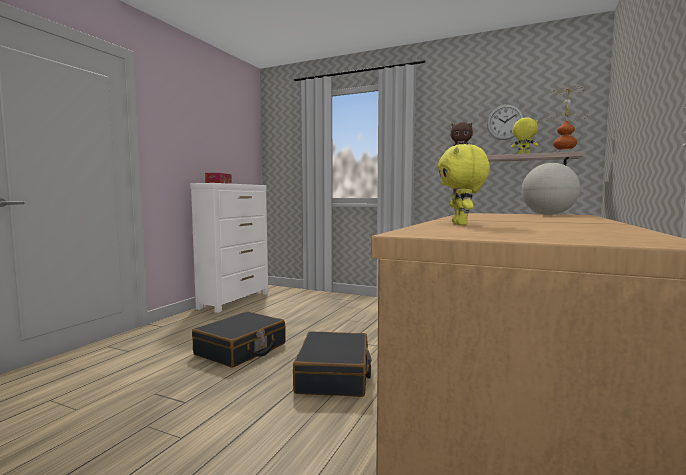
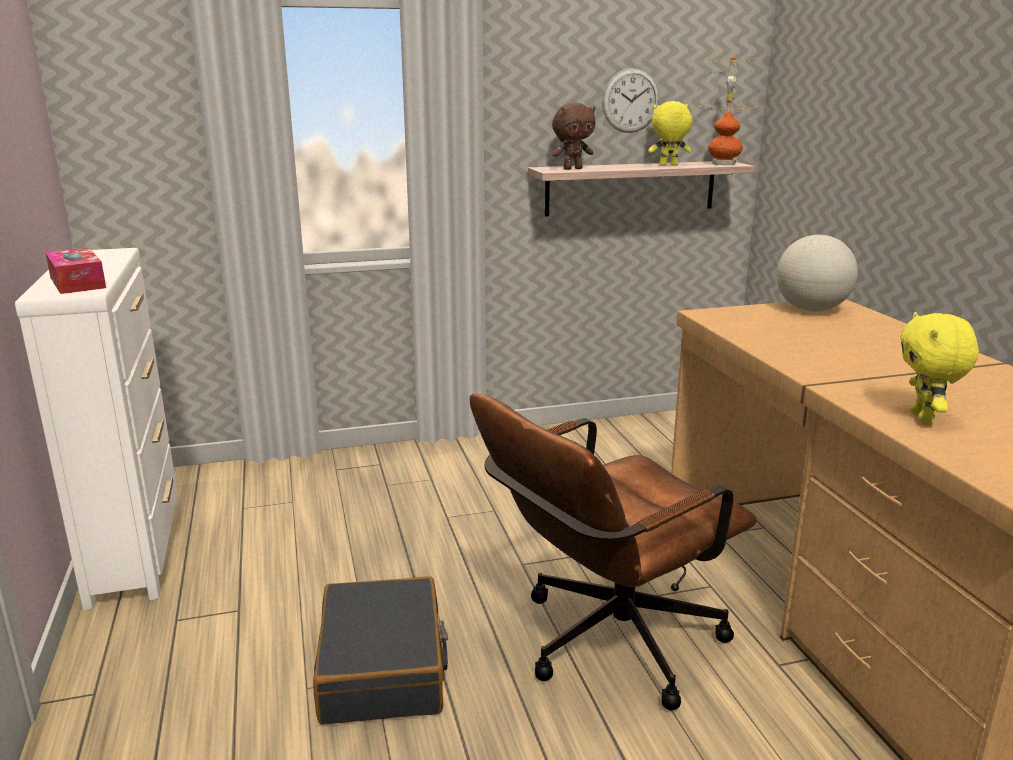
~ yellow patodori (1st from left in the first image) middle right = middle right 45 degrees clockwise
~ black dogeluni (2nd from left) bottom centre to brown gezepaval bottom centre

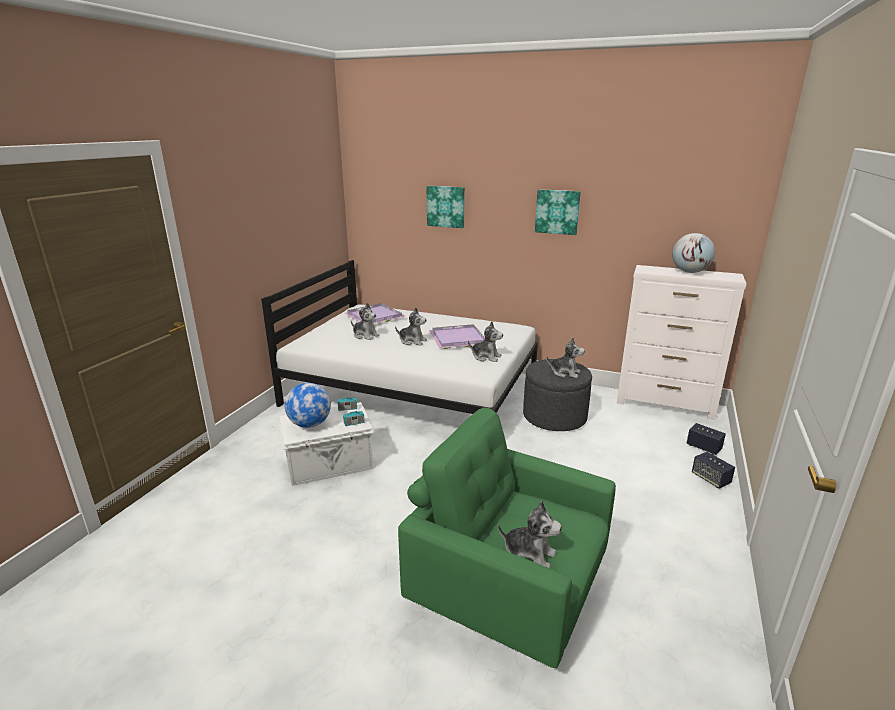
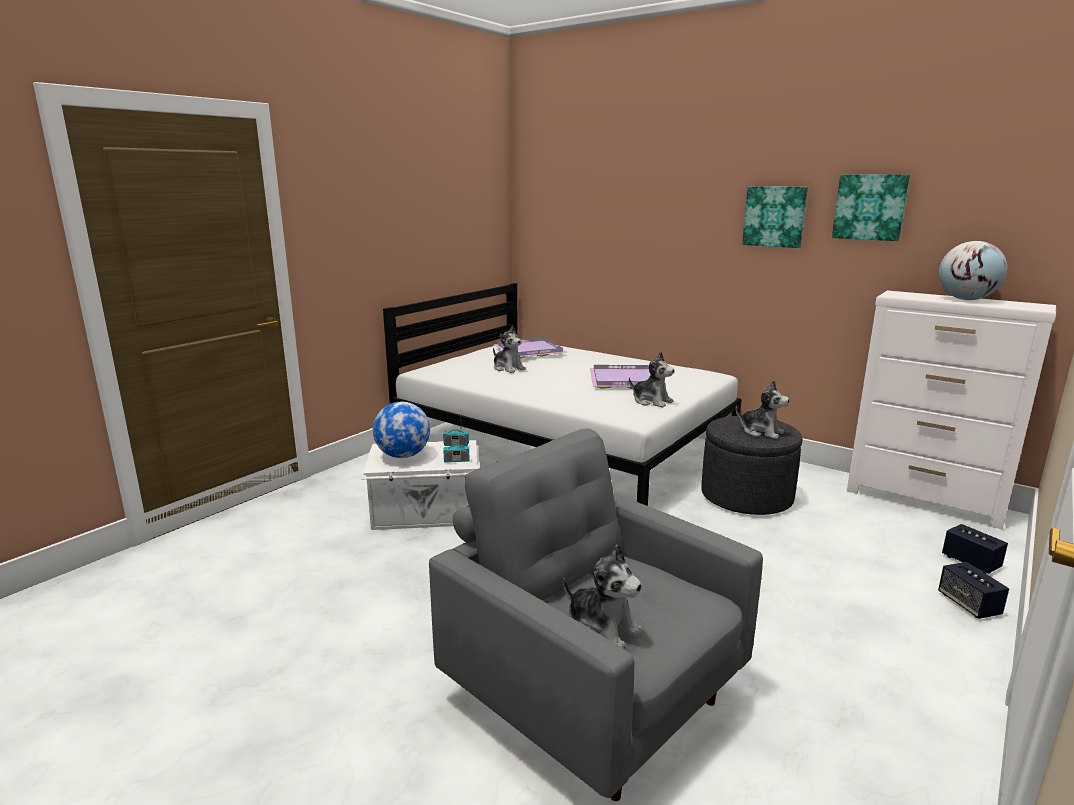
~ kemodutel (1st from left in the first image) top centre to kemodutel (2nd from left) top right
- patodori (2nd from left) centre
~ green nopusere bottom centre to grey nopusere bottom centre

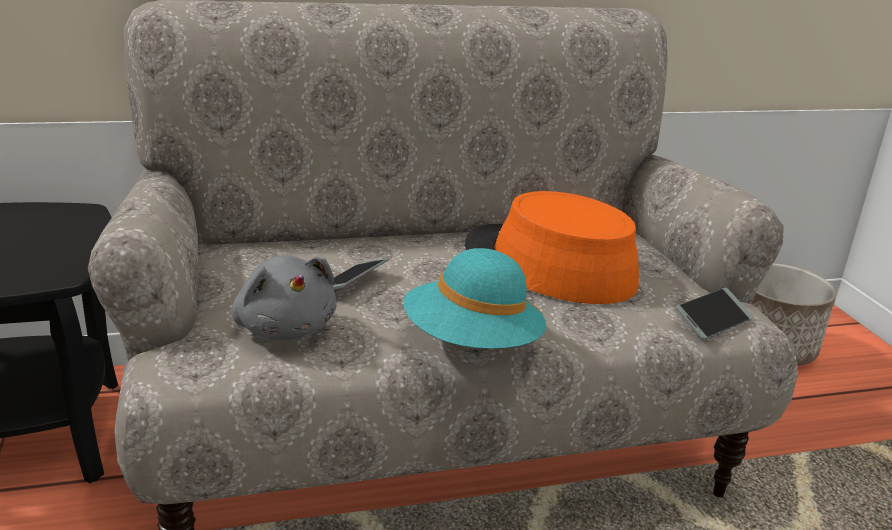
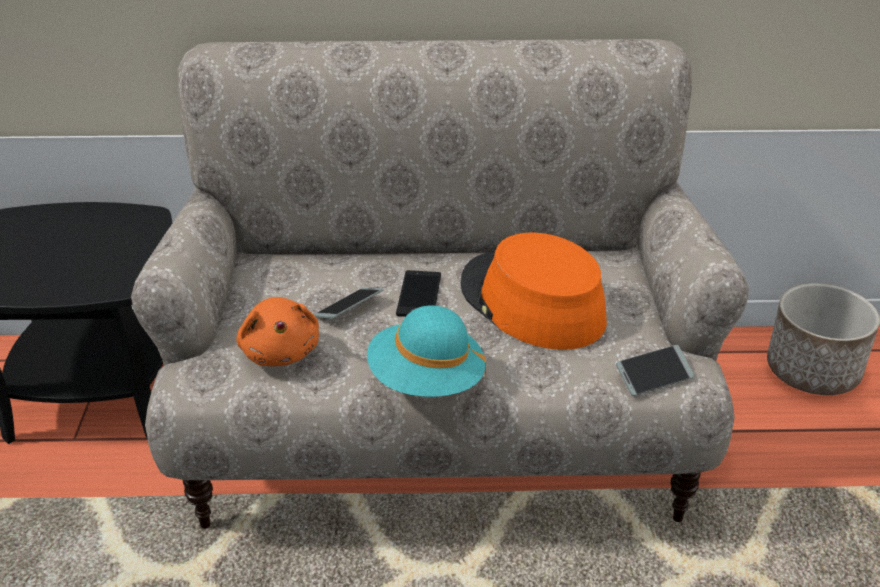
~ grey patodori middle left to orange patodori middle left
+ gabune (2nd from left) centre

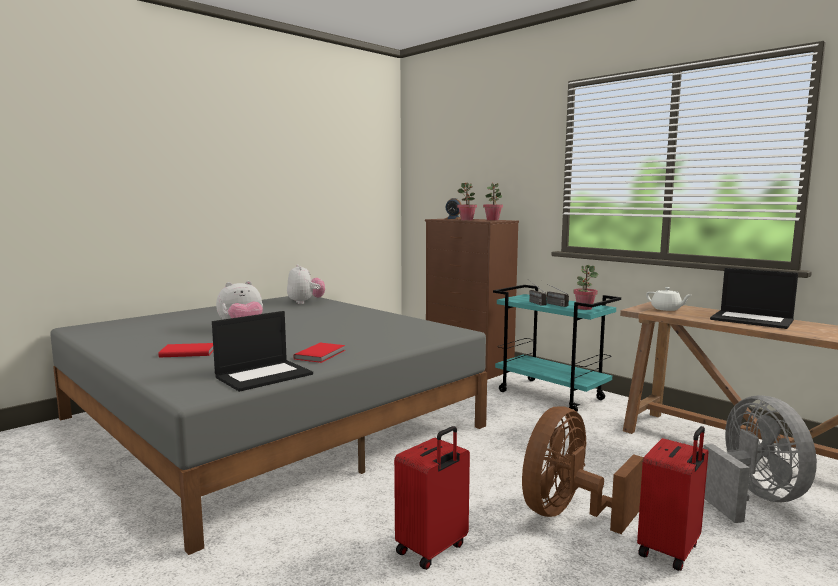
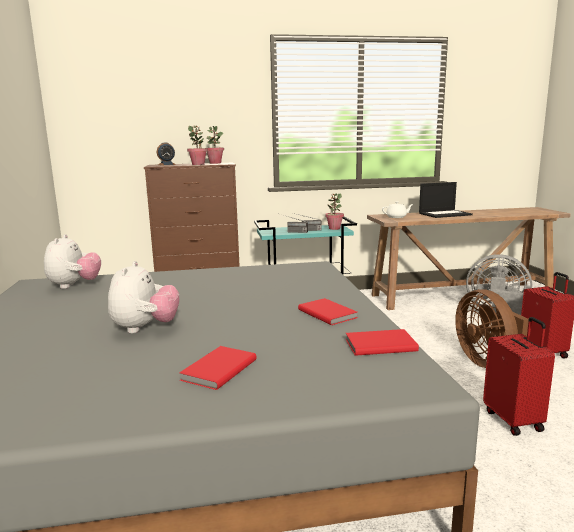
~ patodori (2nd from left in the first image) centre = middle left 75 degrees clockwise
~ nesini (1st from left) middle left to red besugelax (3rd from left) centre

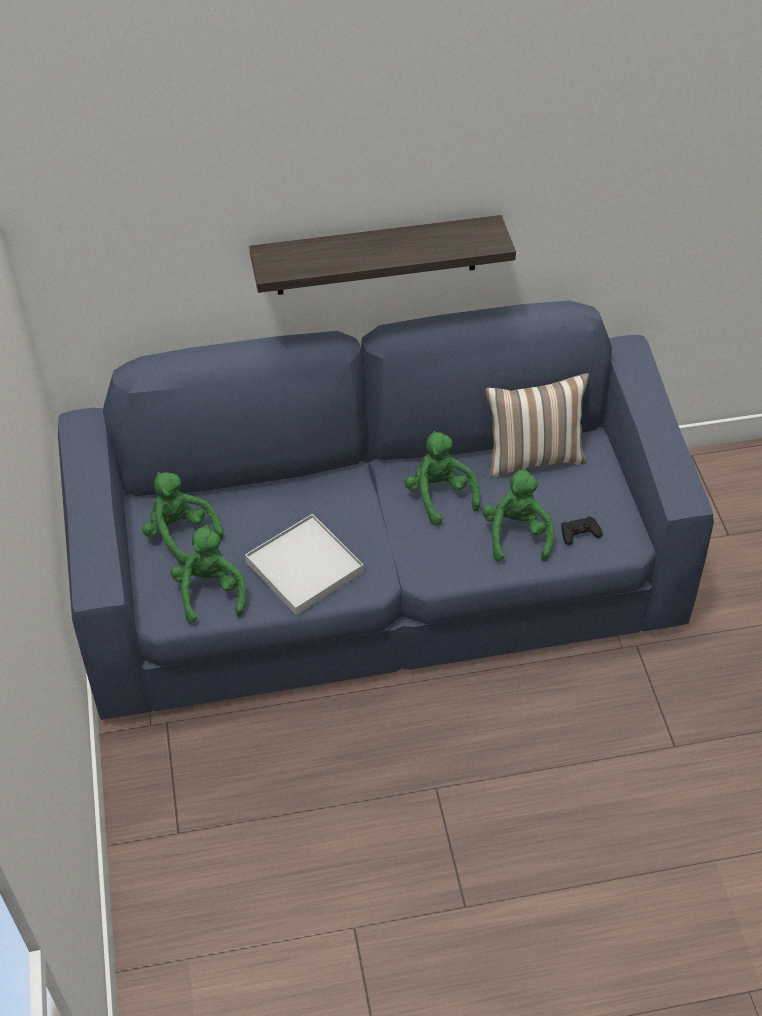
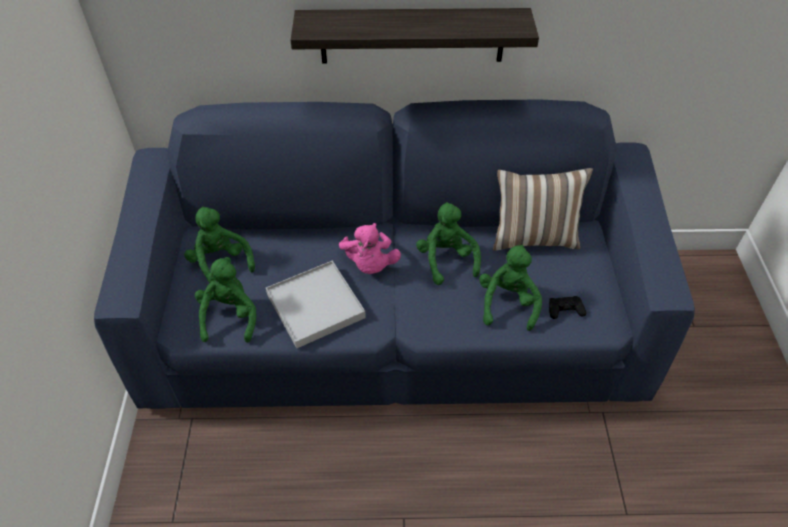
+ pink patodori centre

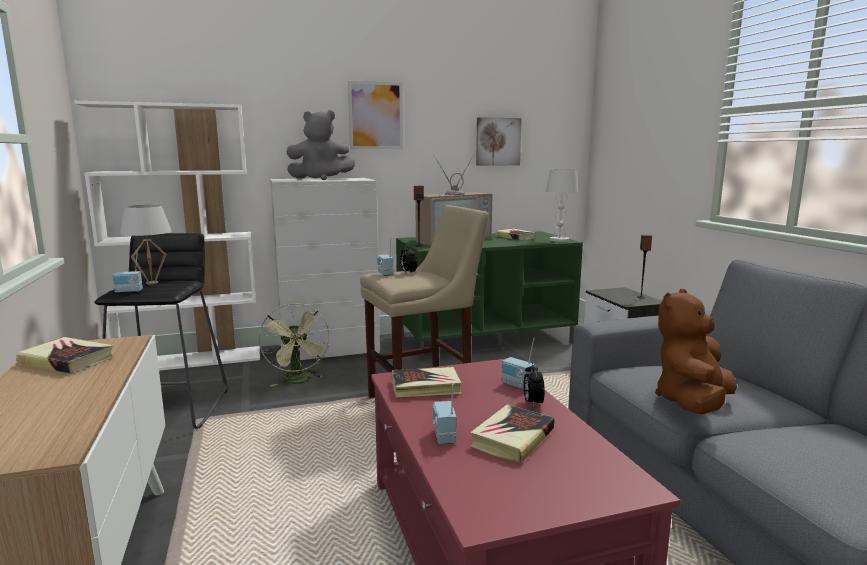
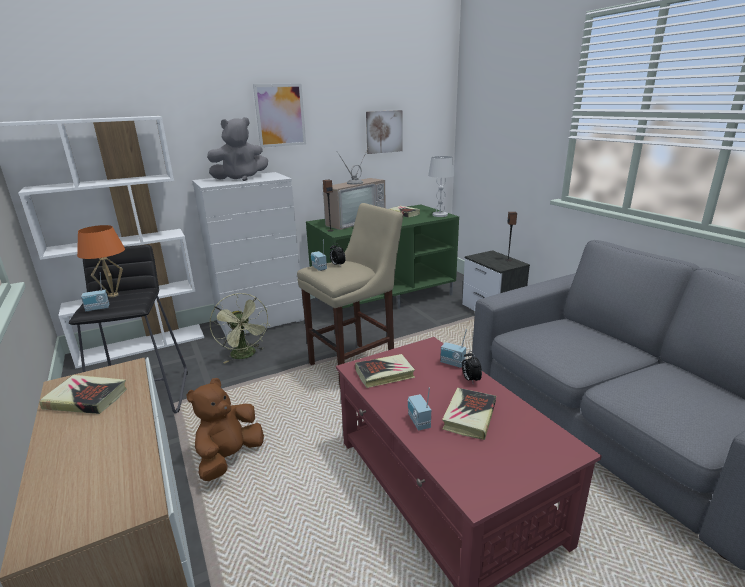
~ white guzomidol (1st from left) middle left to orange guzomidol middle left
~ brown patodori middle right to bottom left

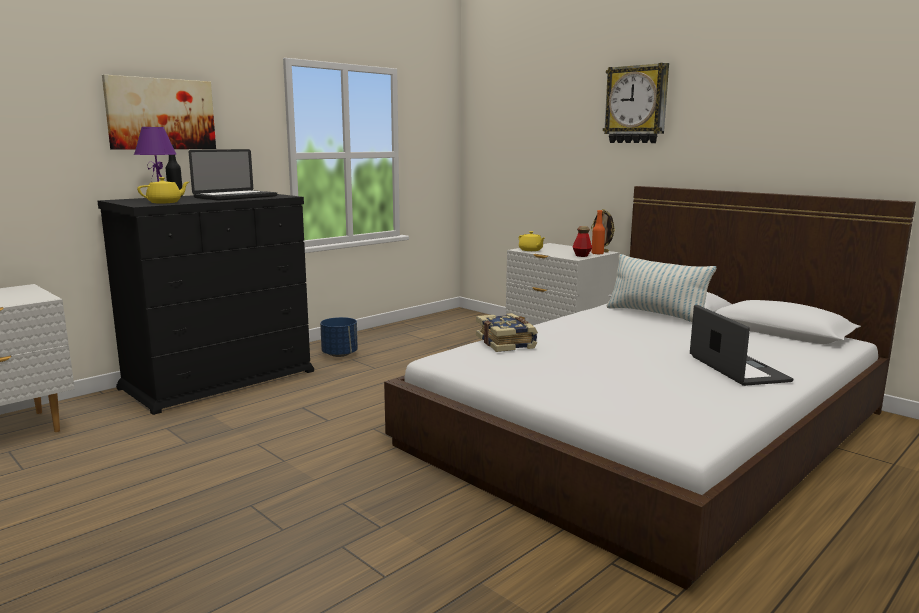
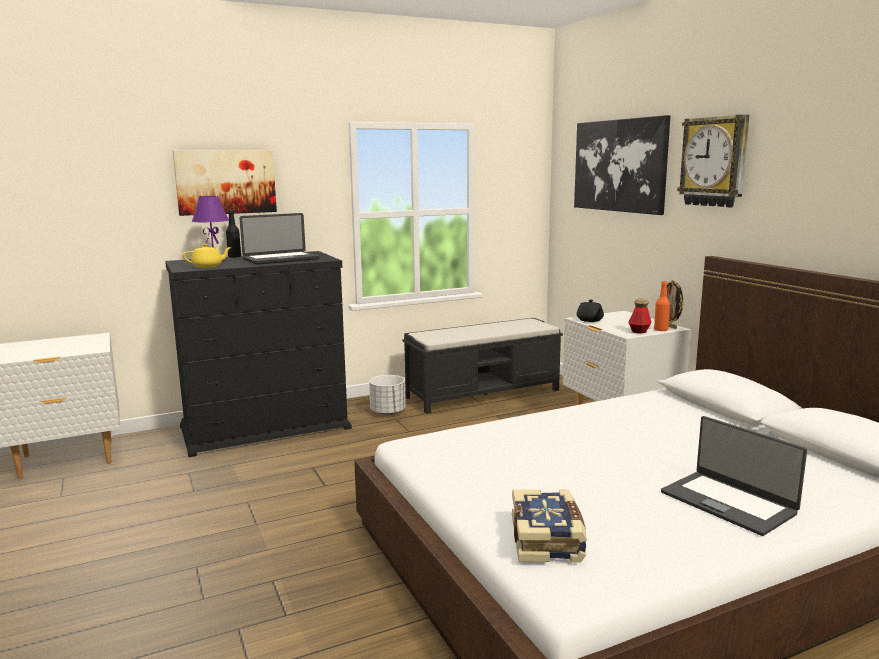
~ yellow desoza (2nd from left) centre to black desoza middle right
- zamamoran middle right
~ nesini (2nd from left) middle right = bottom right 135 degrees clockwise
~ besugelax centre to bottom centre
~ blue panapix centre to white panapix centre
+ kemodutel (2nd from left) top right
+ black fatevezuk centre

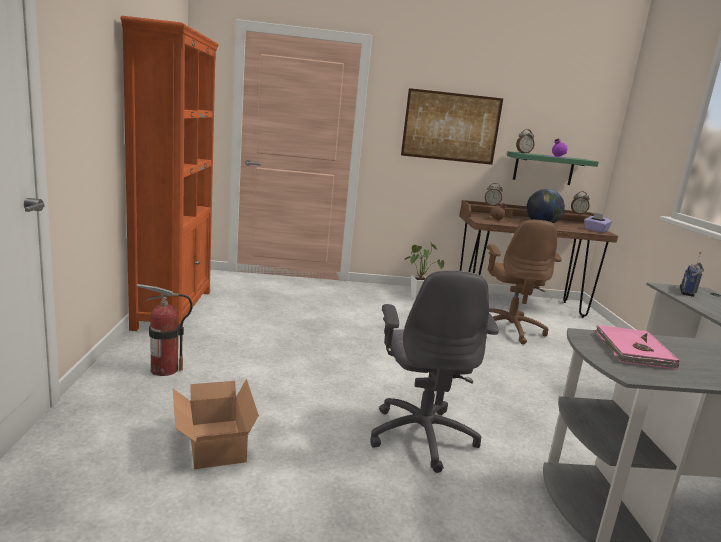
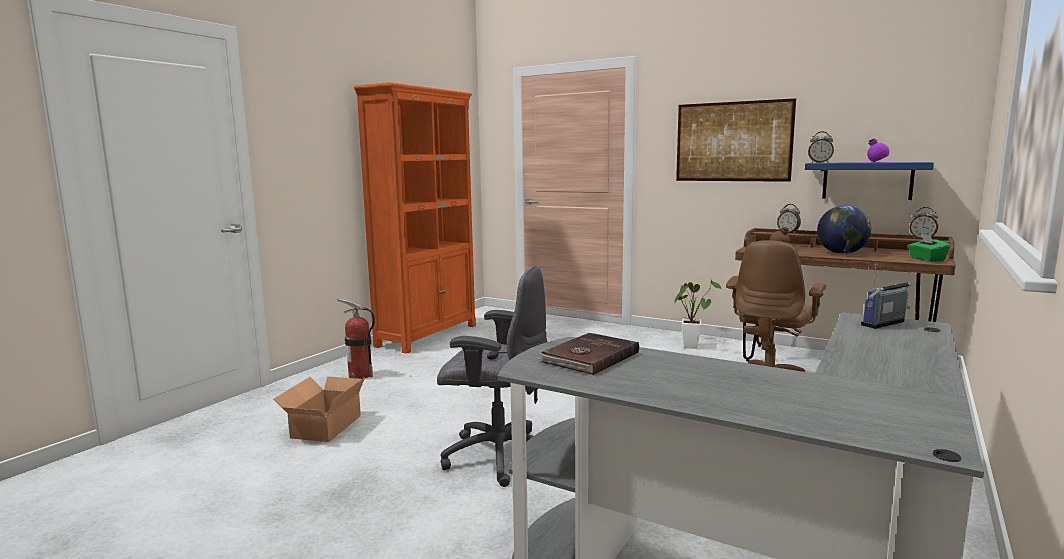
~ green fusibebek top right to blue fusibebek top right
~ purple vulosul middle right to green vulosul middle right
~ grey gezepaval bottom centre = bottom centre 105 degrees counterclockwise
~ pink besugelax middle right to brown besugelax centre

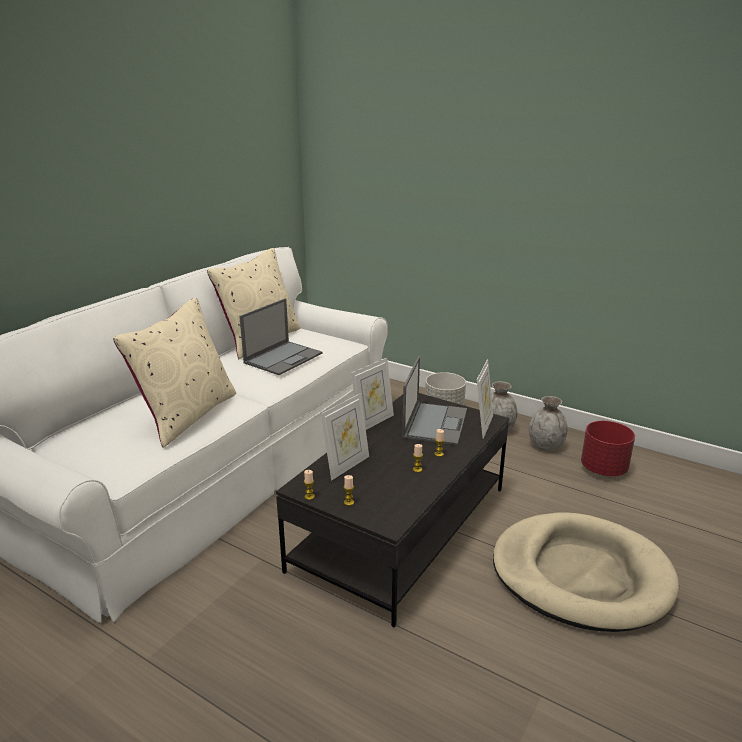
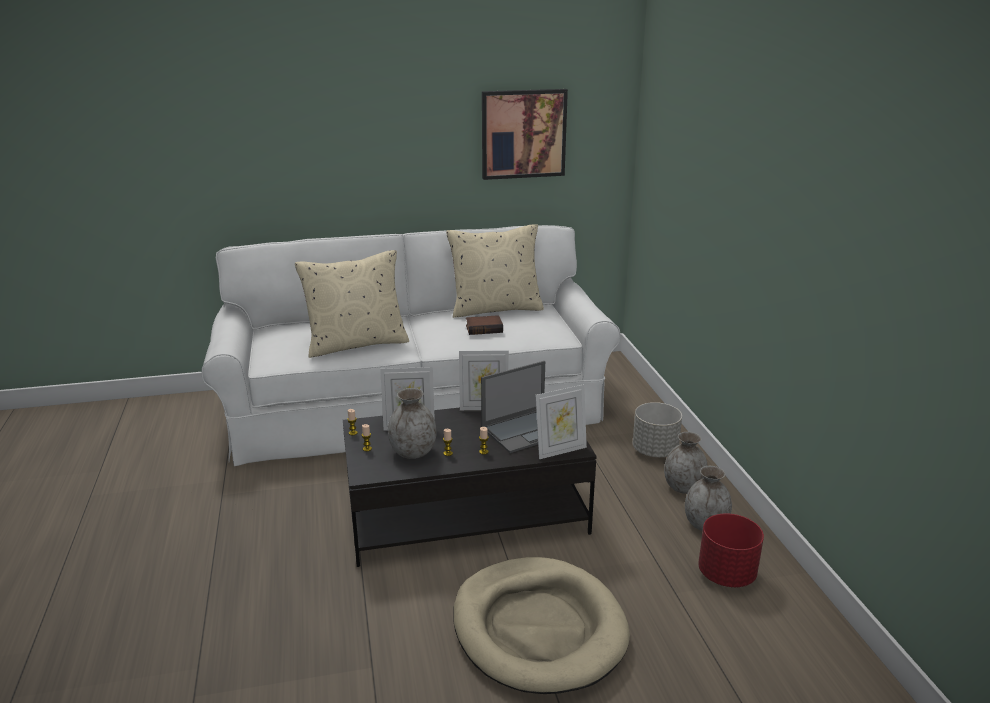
~ nesini (1st from left) centre to besugelax centre
+ kemodutel top centre
+ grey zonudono (1st from left) centre

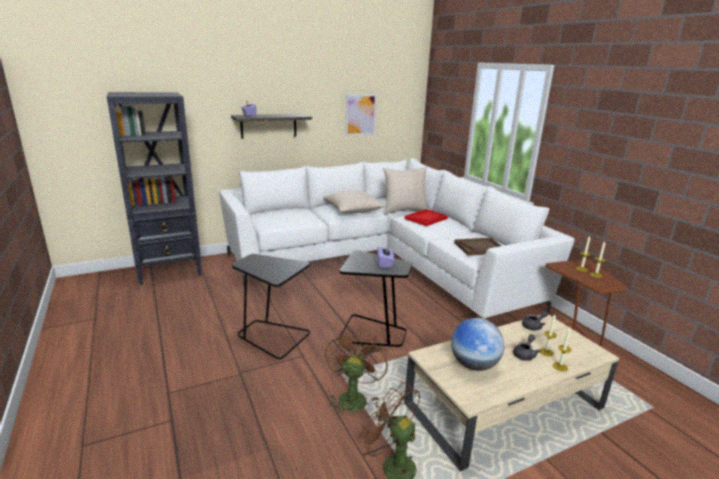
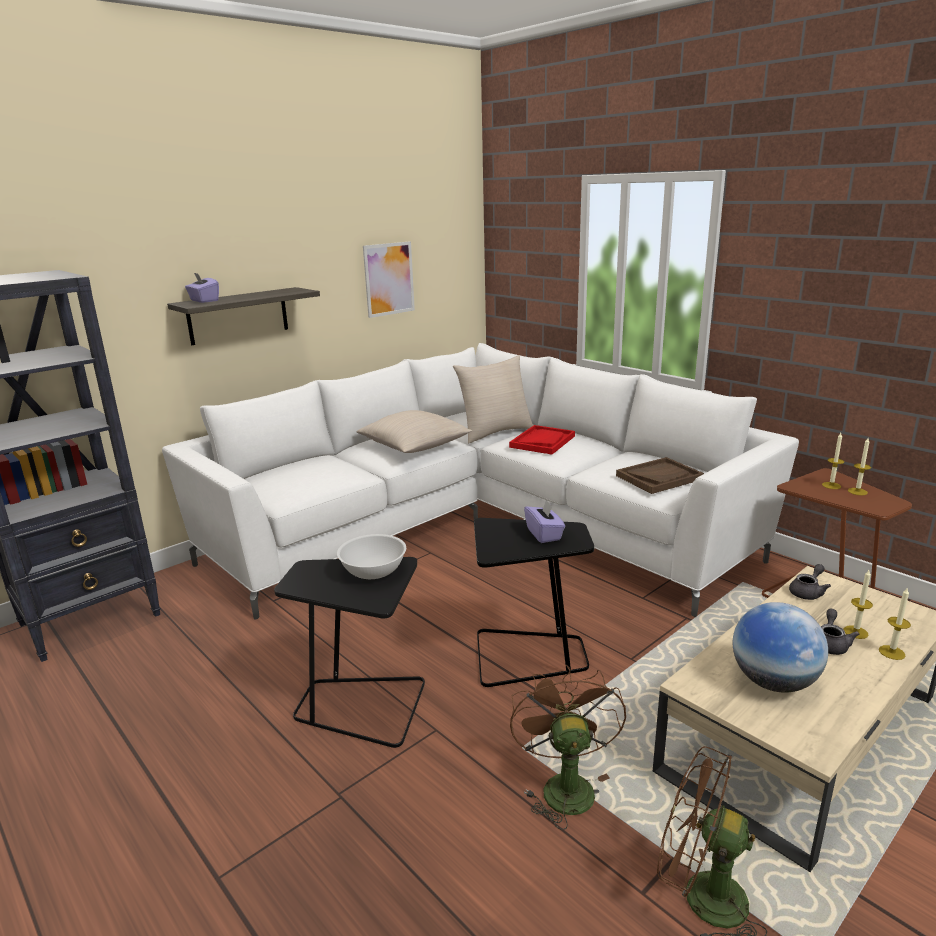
+ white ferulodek centre

